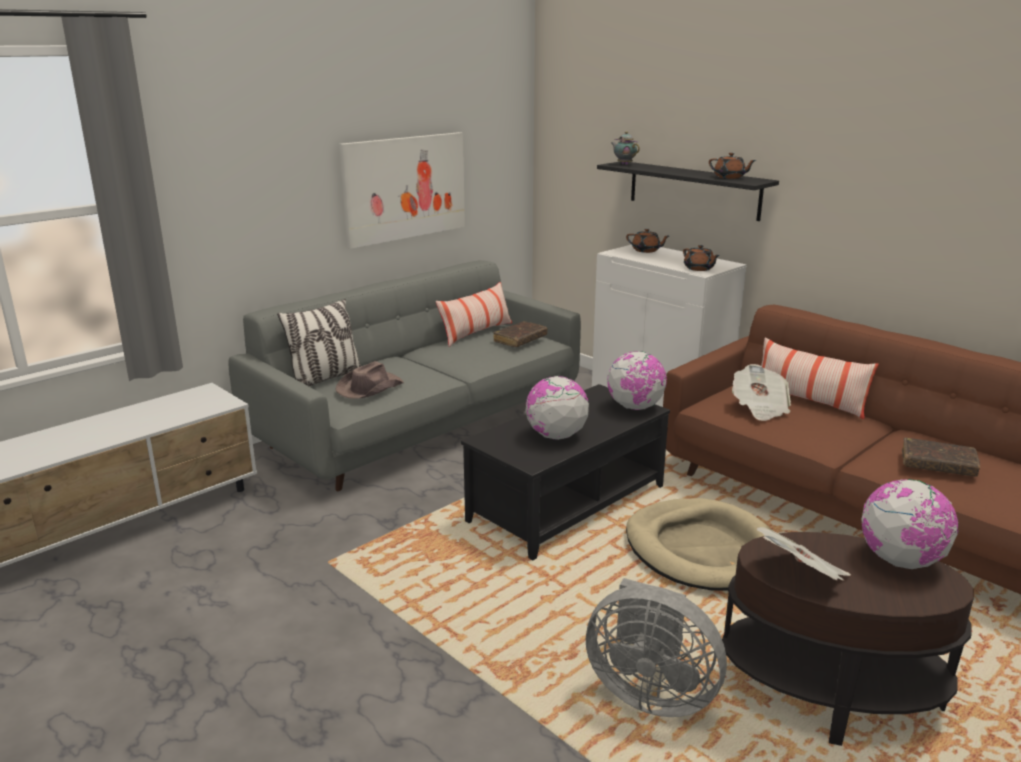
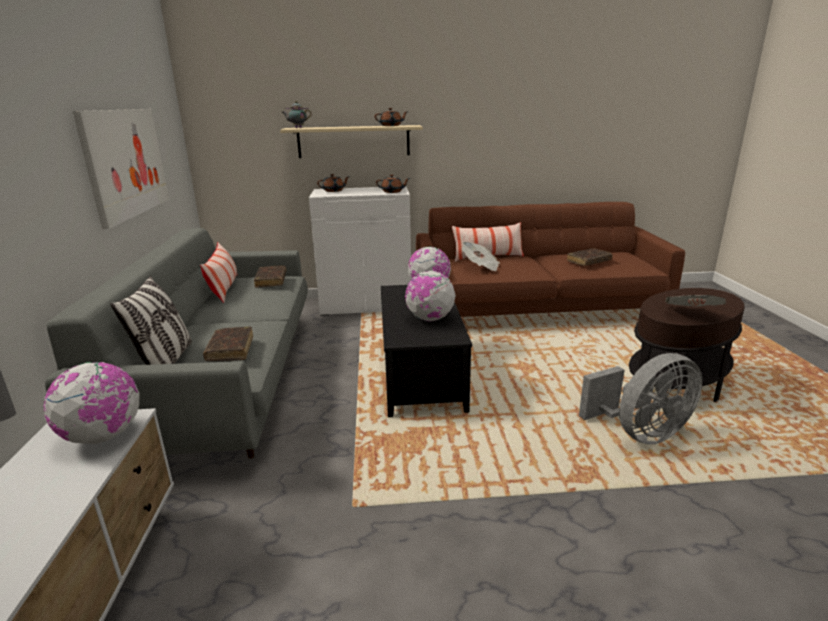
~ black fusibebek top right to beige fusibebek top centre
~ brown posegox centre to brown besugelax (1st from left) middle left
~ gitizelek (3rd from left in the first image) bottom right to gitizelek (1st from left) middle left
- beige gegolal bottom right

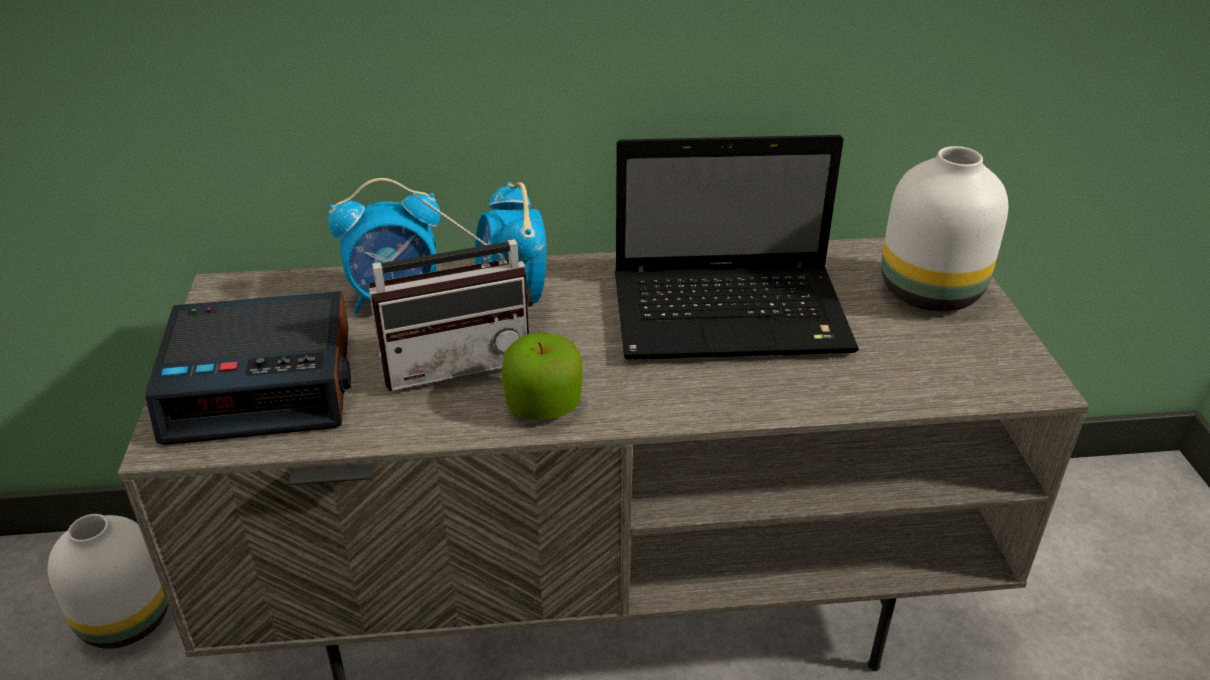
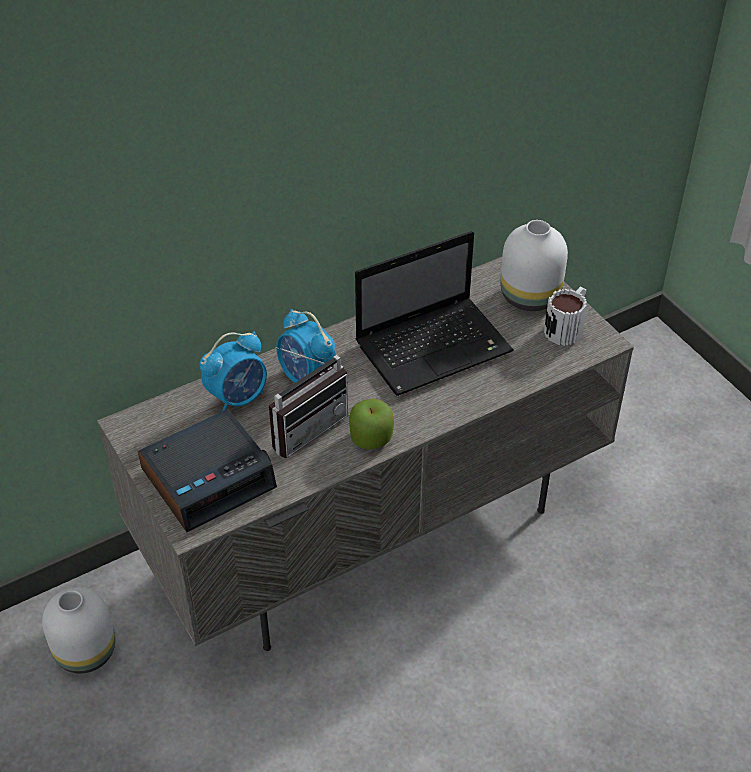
+ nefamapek middle right

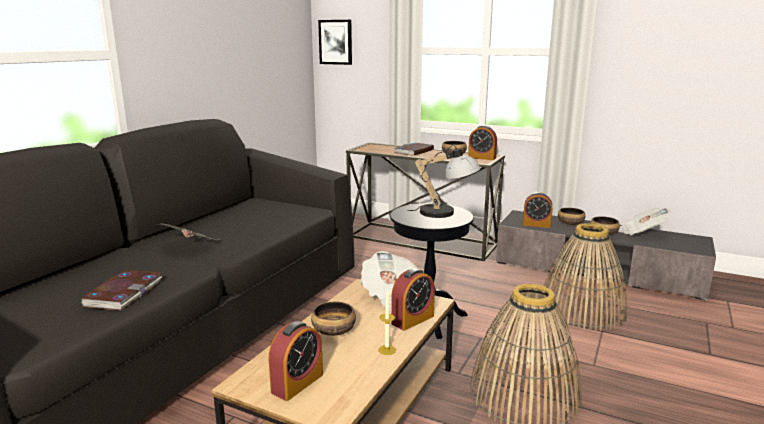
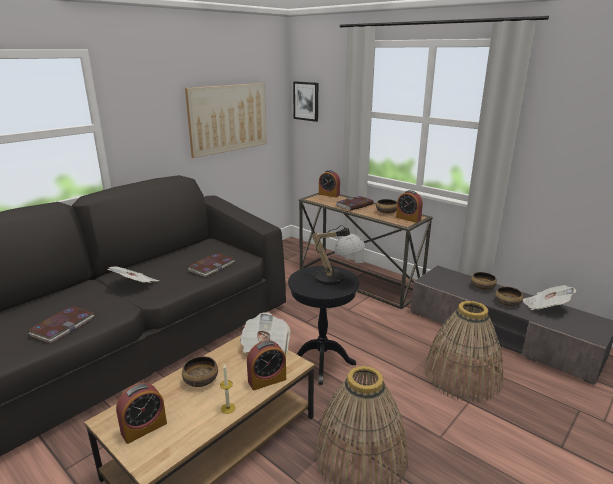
~ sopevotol (4th from left in the first image) middle right to sopevotol (3rd from left) centre
+ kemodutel (1st from left) top centre
+ besugelax (2nd from left) centre

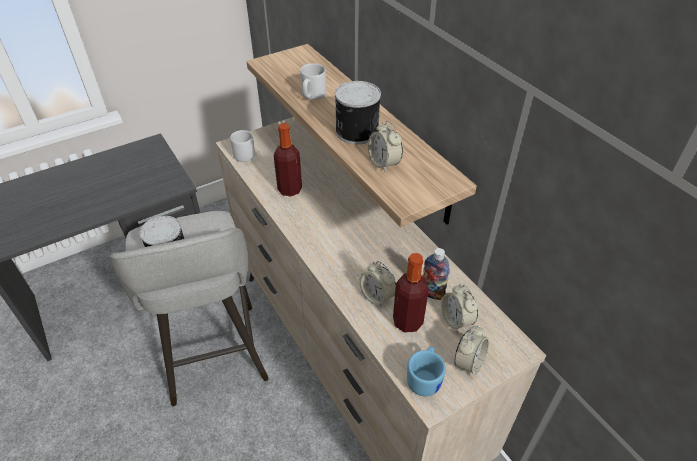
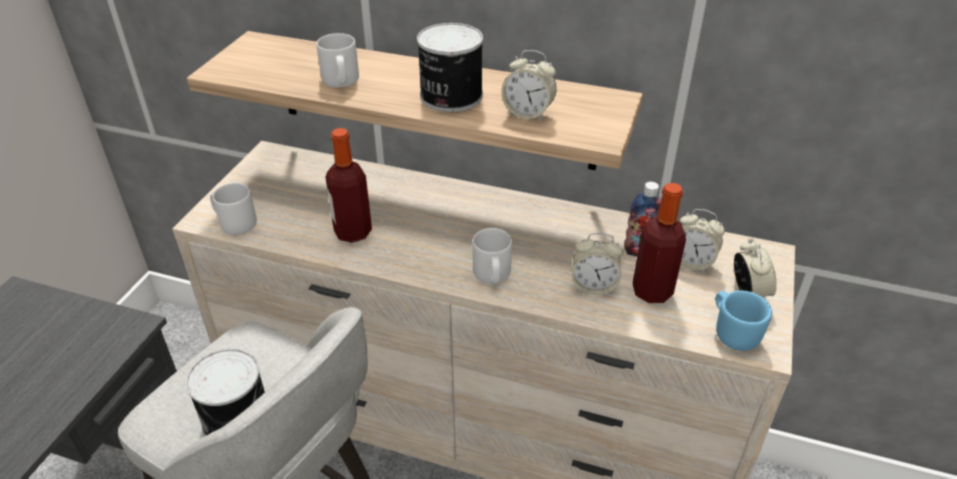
+ grey nefamapek (3rd from left) centre

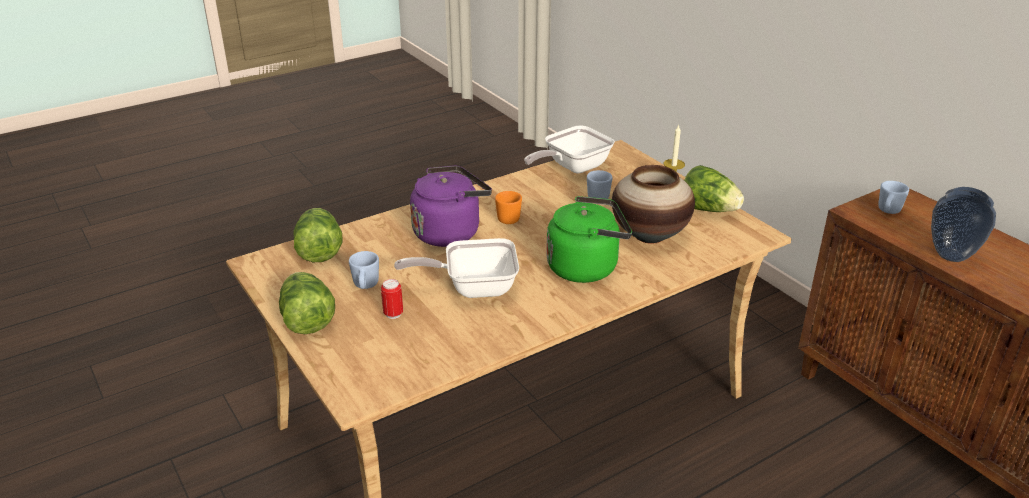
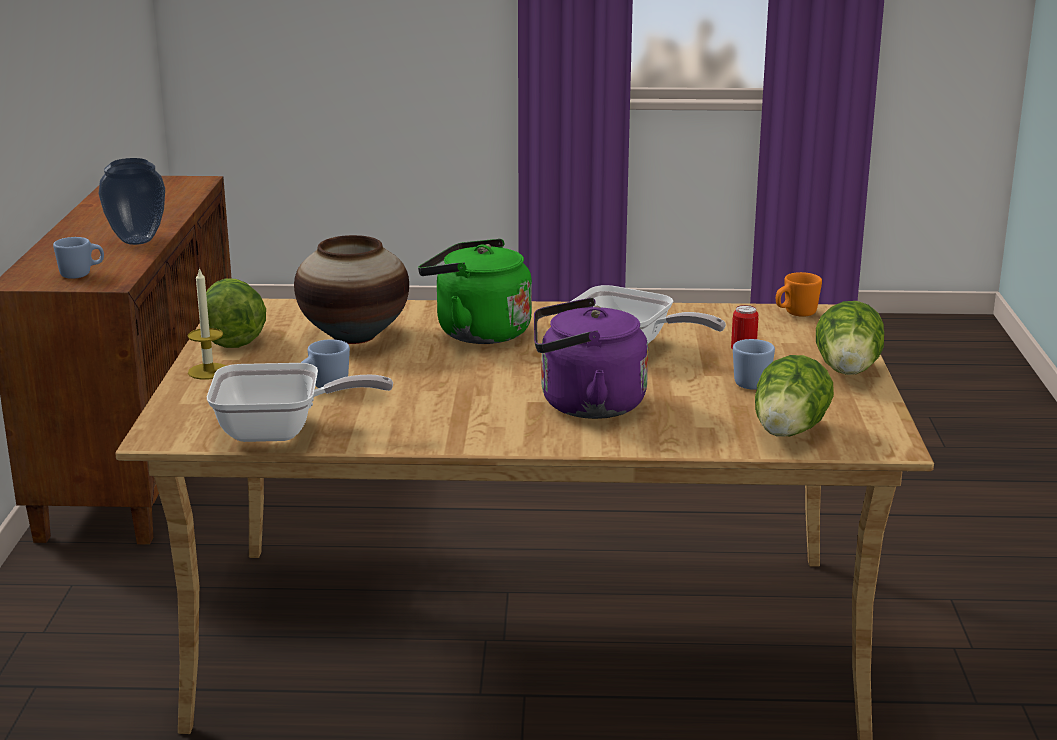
~ orange nefamapek centre to middle right

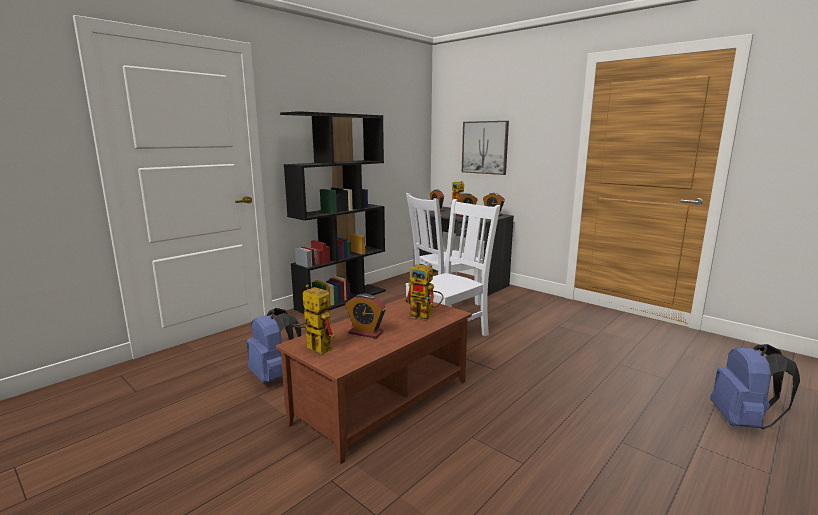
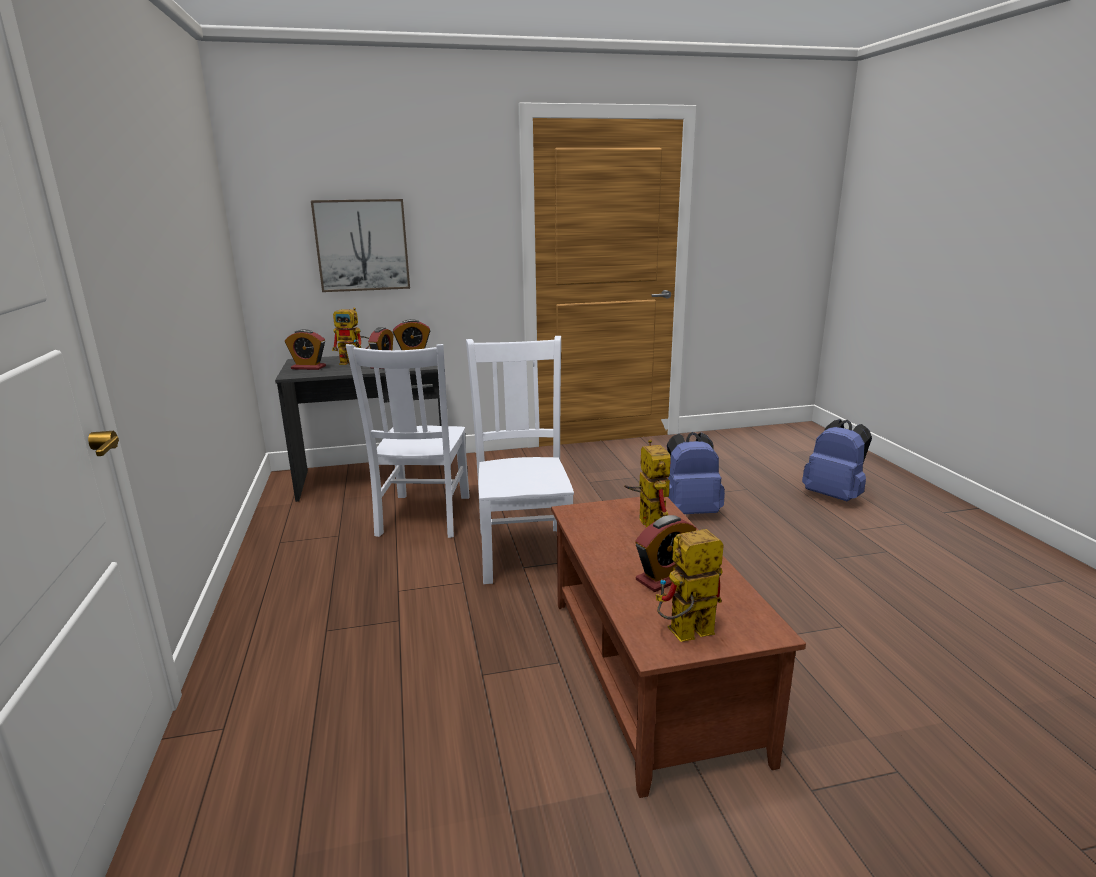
- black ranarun centre
~ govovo (2nd from left) centre = centre 75 degrees counterclockwise
~ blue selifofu (1st from left) bottom centre to centre

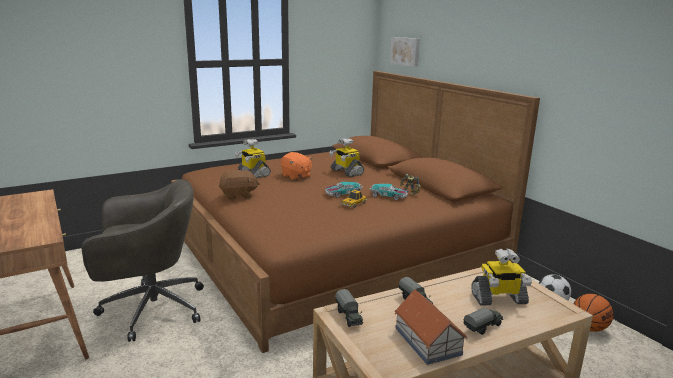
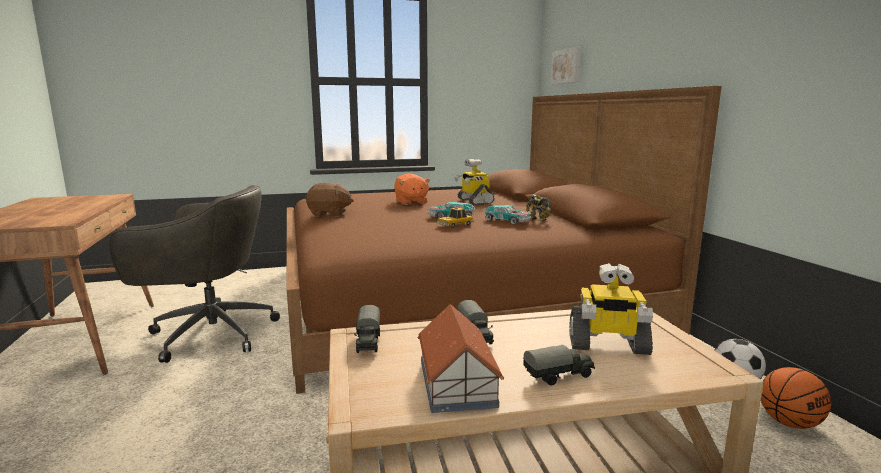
- govovo (1st from left) centre

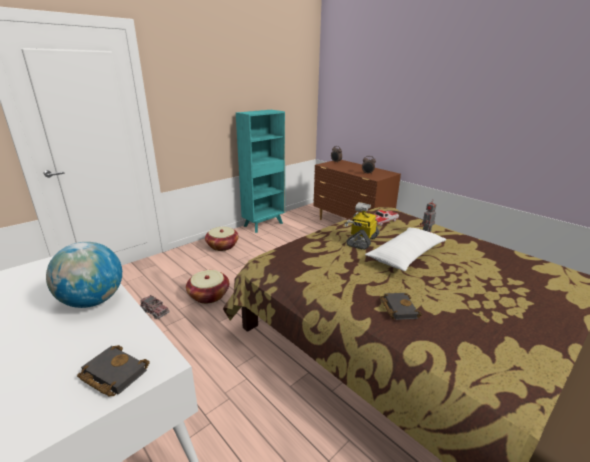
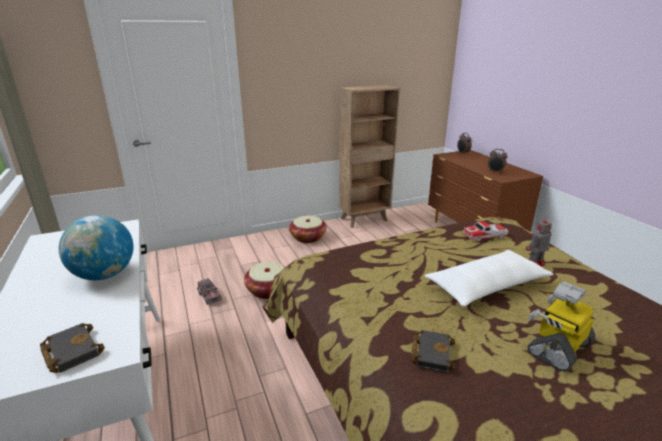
~ turquoise ranarun centre to brown ranarun centre
~ govovo (1st from left in the first image) centre to govovo (2nd from left) bottom right

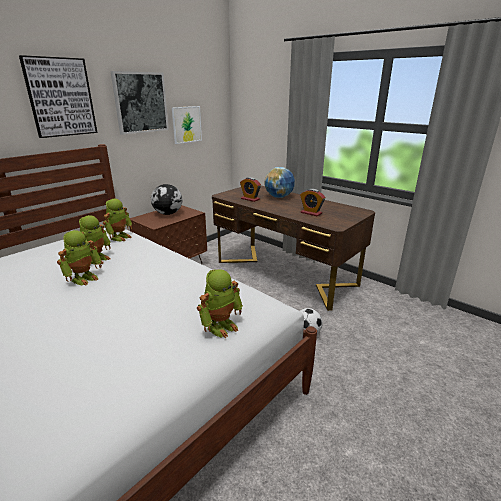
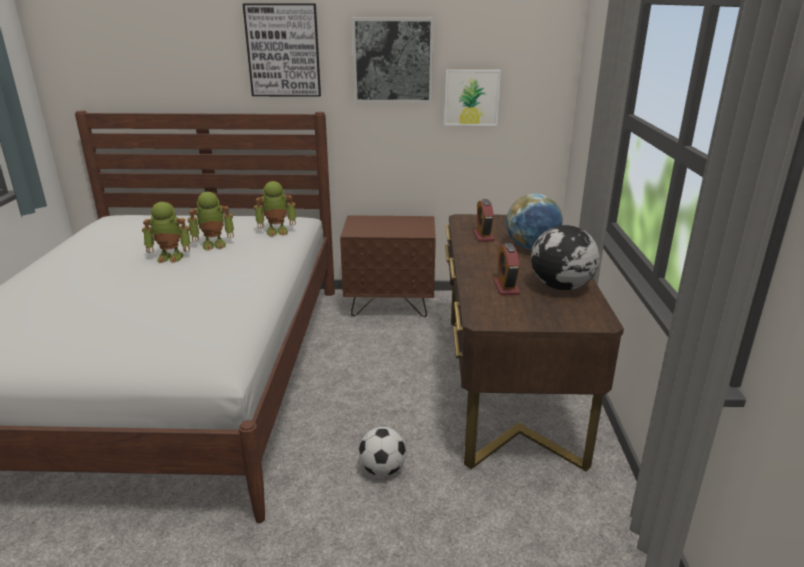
~ gitizelek (1st from left in the first image) middle left to gitizelek (2nd from left) middle right
- govovo (4th from left) centre

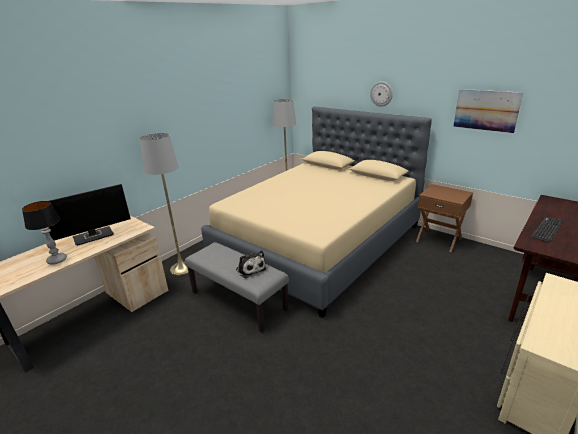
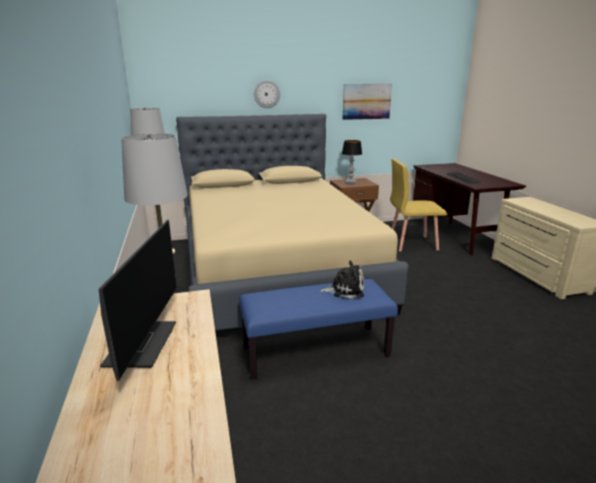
~ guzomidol middle left to centre
~ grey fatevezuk centre to blue fatevezuk bottom centre
+ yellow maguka middle right

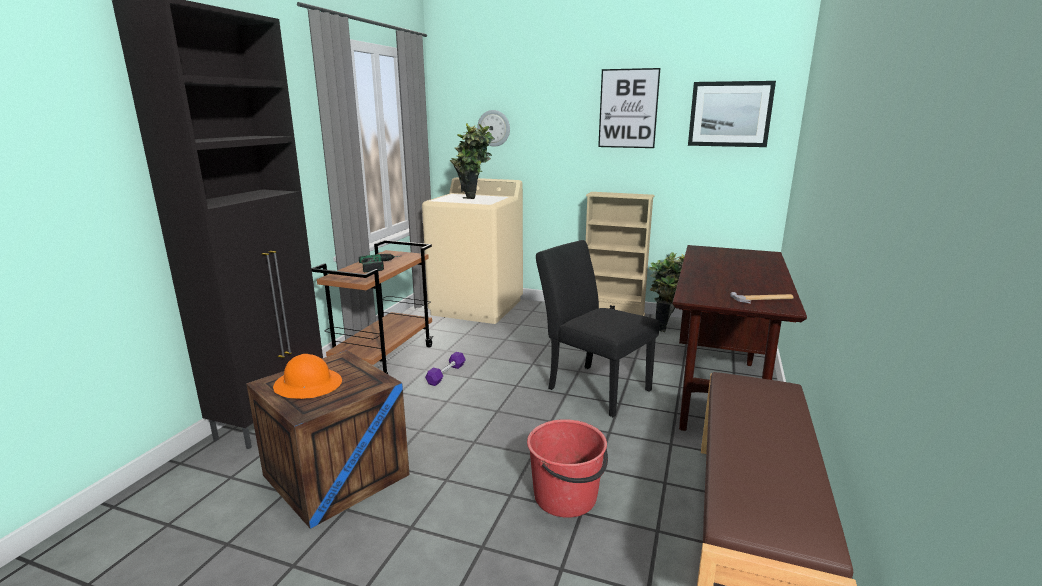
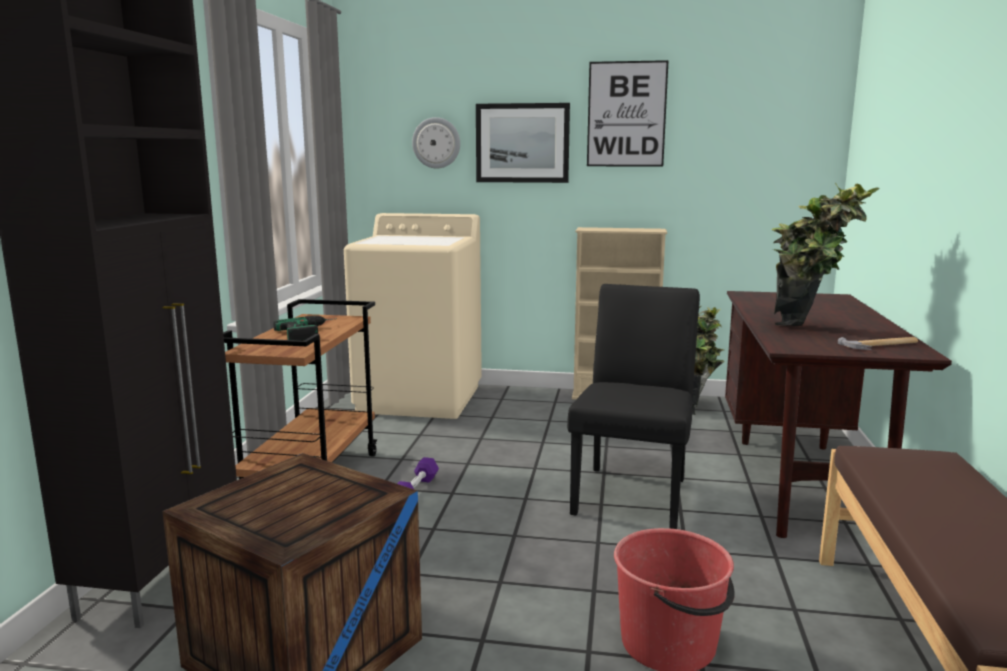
~ kemodutel (2nd from left in the first image) top right to kemodutel (1st from left) top centre
~ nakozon (1st from left in the first image) top centre to nakozon (2nd from left) middle right
~ black maguka centre = centre 75 degrees clockwise
- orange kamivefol middle left

